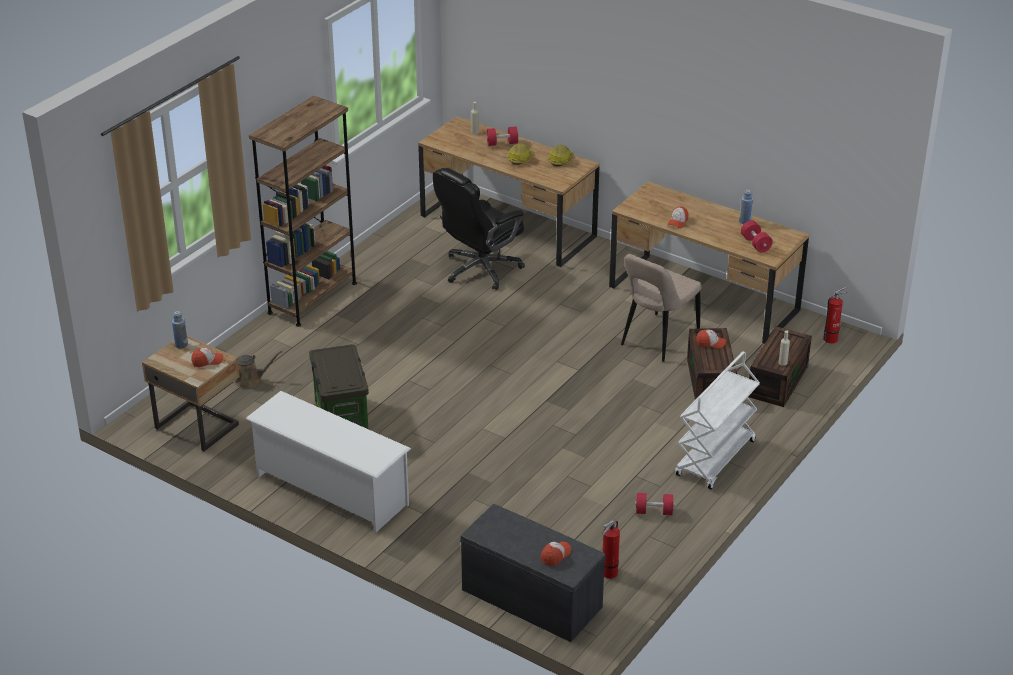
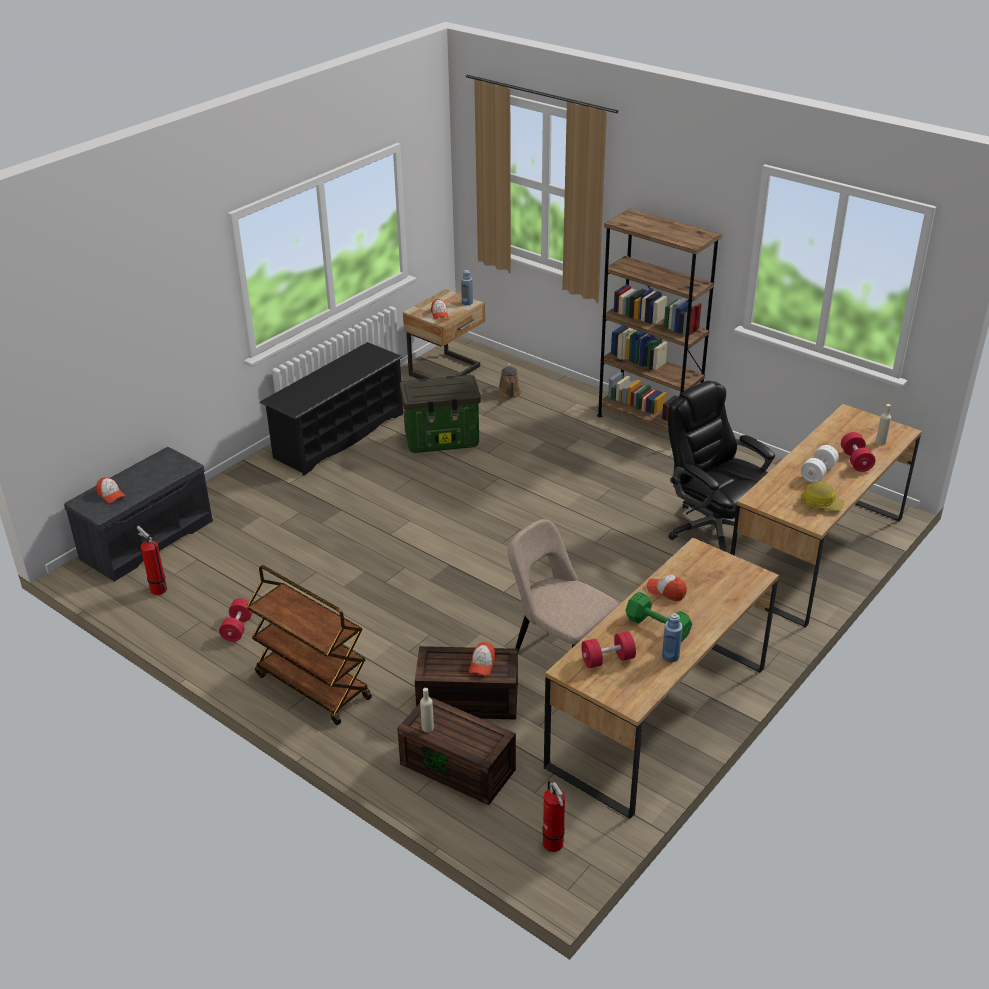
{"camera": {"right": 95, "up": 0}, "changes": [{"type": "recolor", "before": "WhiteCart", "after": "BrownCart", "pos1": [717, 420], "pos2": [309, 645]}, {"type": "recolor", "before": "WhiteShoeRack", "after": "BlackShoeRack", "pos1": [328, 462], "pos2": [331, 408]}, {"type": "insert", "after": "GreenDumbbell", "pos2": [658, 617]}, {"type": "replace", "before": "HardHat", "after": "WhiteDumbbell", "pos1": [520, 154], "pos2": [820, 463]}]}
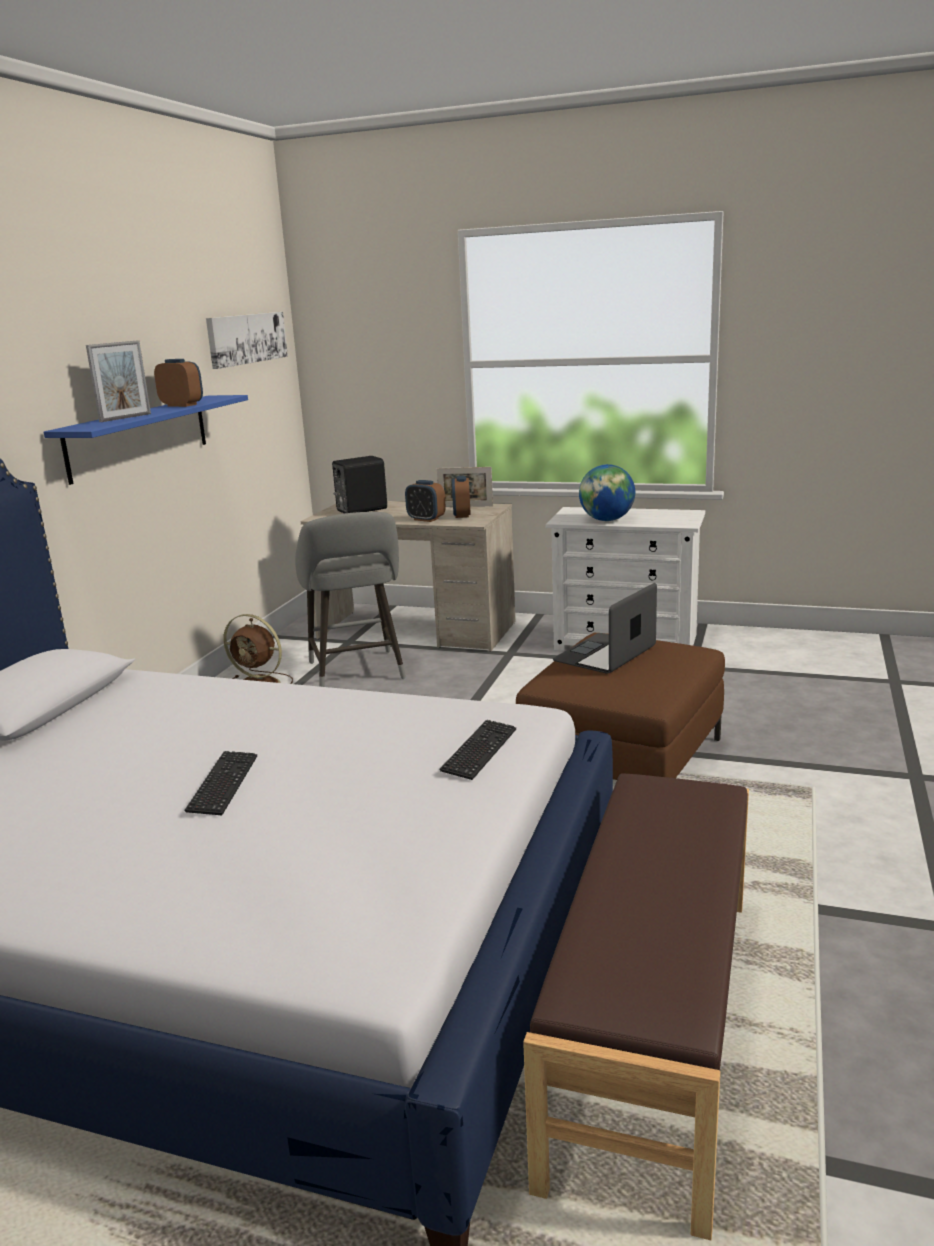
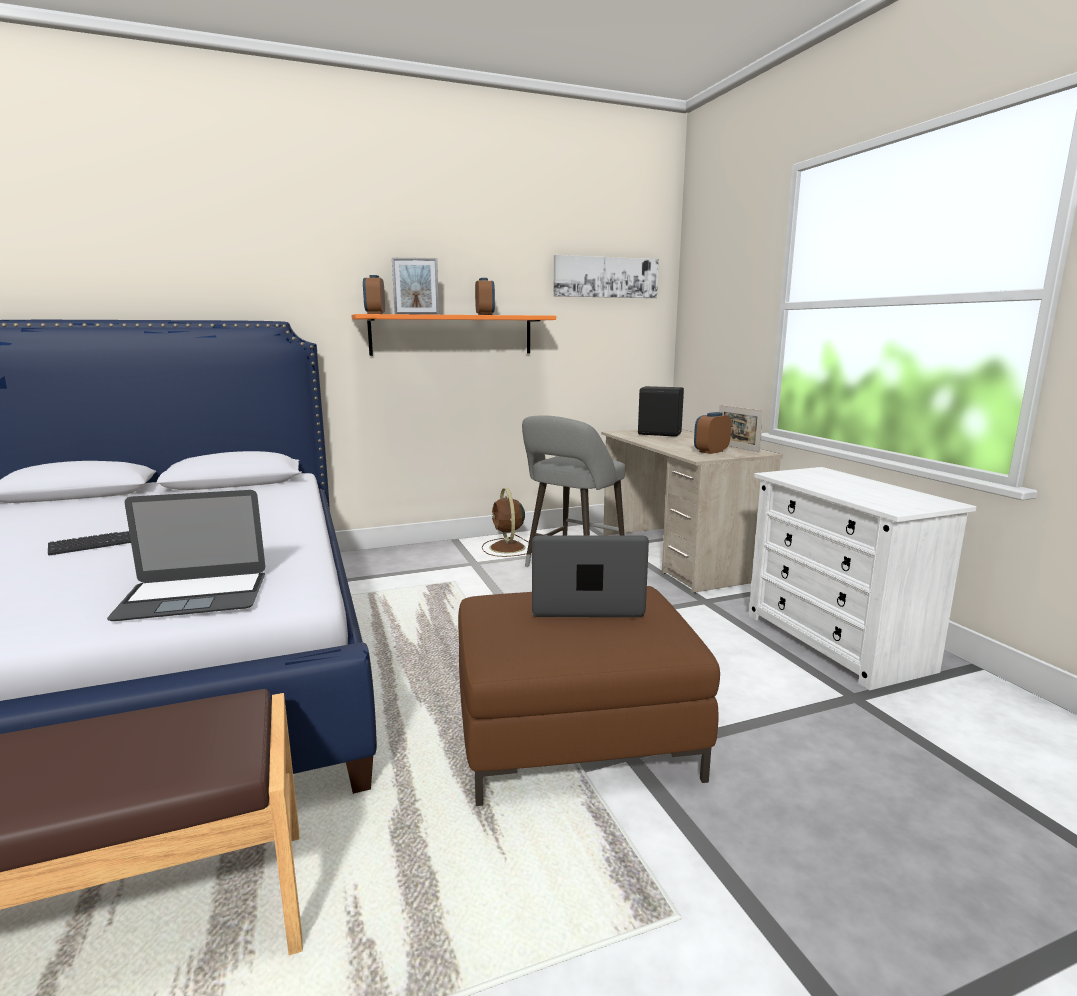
{"camera": {"right": 50, "up": -5}, "changes": [{"type": "replace", "before": "Keyboard", "after": "Laptop", "pos1": [477, 750], "pos2": [186, 555]}, {"type": "recolor", "before": "BlueShelf", "after": "OrangeShelf", "pos1": [146, 440], "pos2": [454, 335]}, {"type": "move", "before": "AlarmClock", "pos1": [425, 501], "pos2": [374, 294]}, {"type": "delete", "before": "Globe", "pos1": [607, 492]}]}
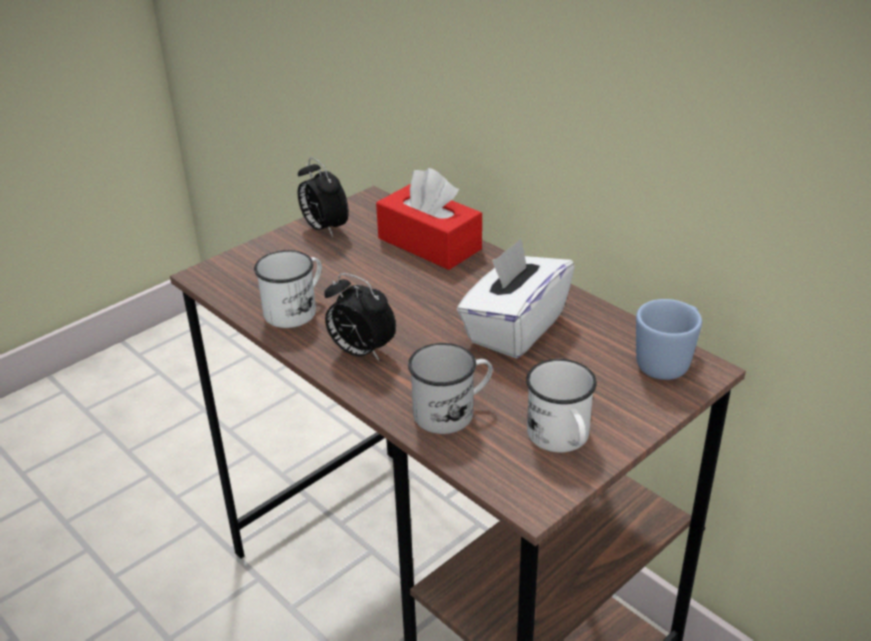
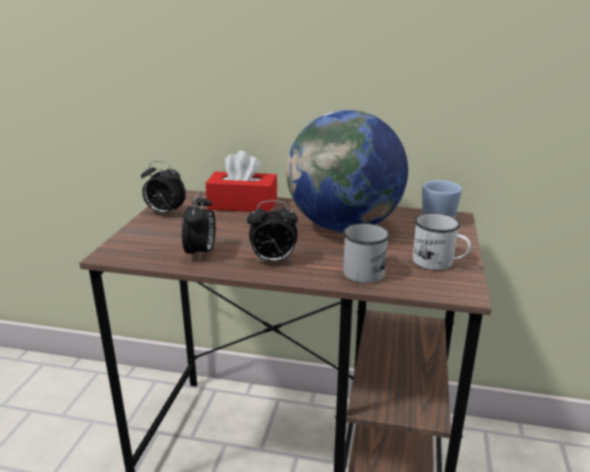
{"camera": {"right": -35, "up": -10}, "changes": [{"type": "replace", "before": "WhiteMug", "after": "AlarmClock", "pos1": [288, 289], "pos2": [199, 226]}, {"type": "replace", "before": "WhiteTissueBox", "after": "Globe", "pos1": [516, 298], "pos2": [347, 171]}]}
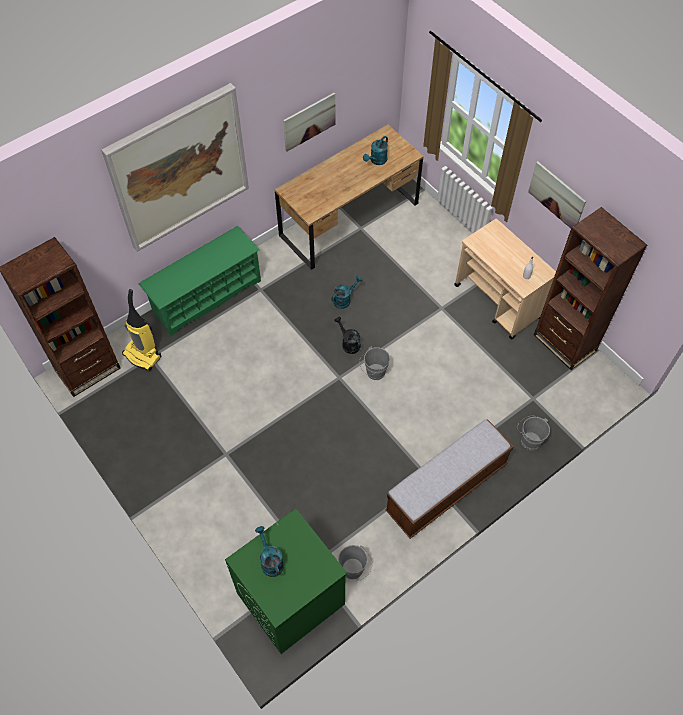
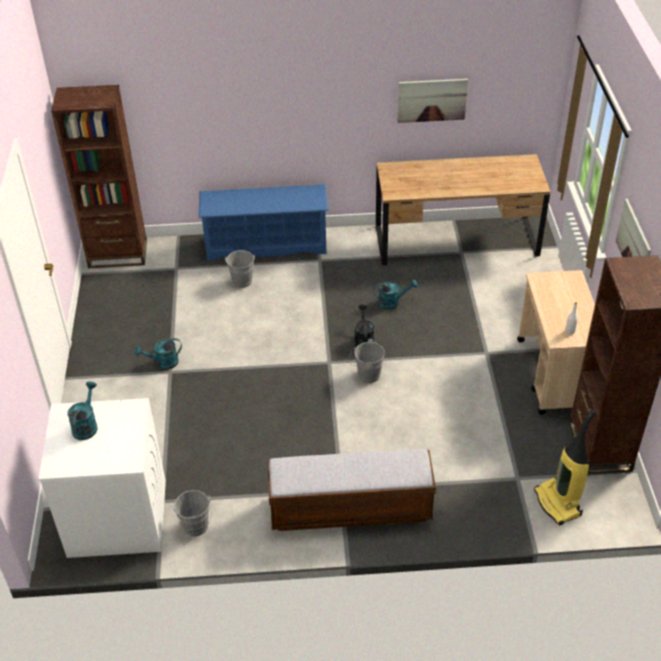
{"camera": {"right": 35, "up": -15}, "changes": [{"type": "recolor", "before": "GreenWashingMachine", "after": "WhiteWashingMachine", "pos1": [286, 581], "pos2": [102, 478]}, {"type": "move", "before": "TurquoiseWateringCan", "pos1": [375, 150], "pos2": [158, 353]}, {"type": "recolor", "before": "GreenShoeRack", "after": "BlueShoeRack", "pos1": [199, 281], "pos2": [263, 223]}, {"type": "move", "before": "GreyBucket", "pos1": [533, 433], "pos2": [240, 269]}, {"type": "move", "before": "VacuumCleaner", "pos1": [142, 330], "pos2": [565, 467]}, {"type": "delete", "before": "Picture", "pos1": [175, 167]}]}
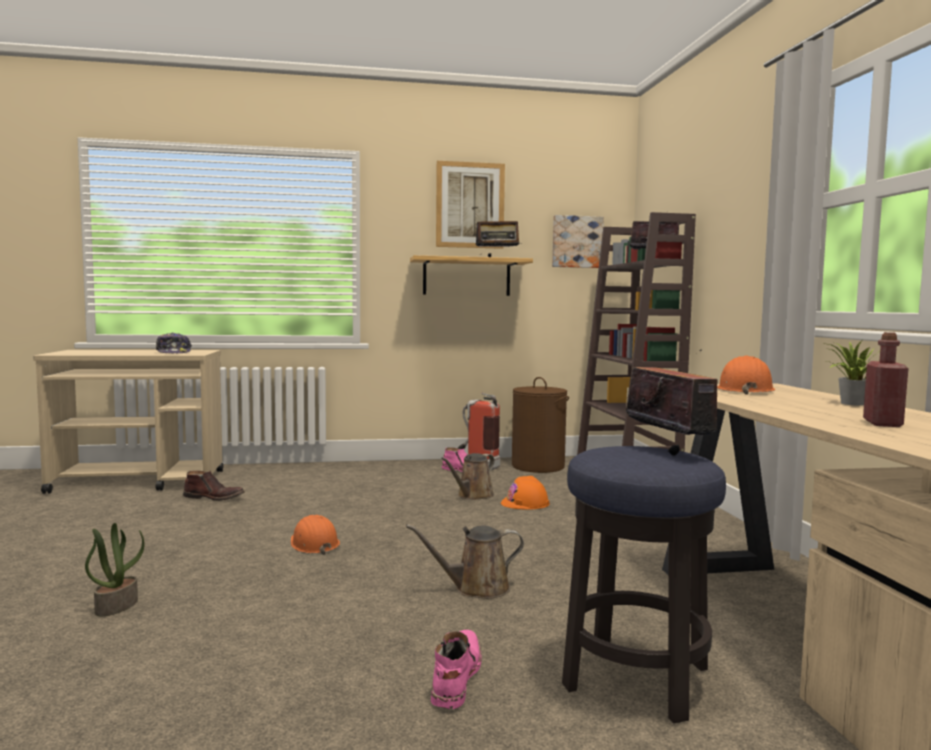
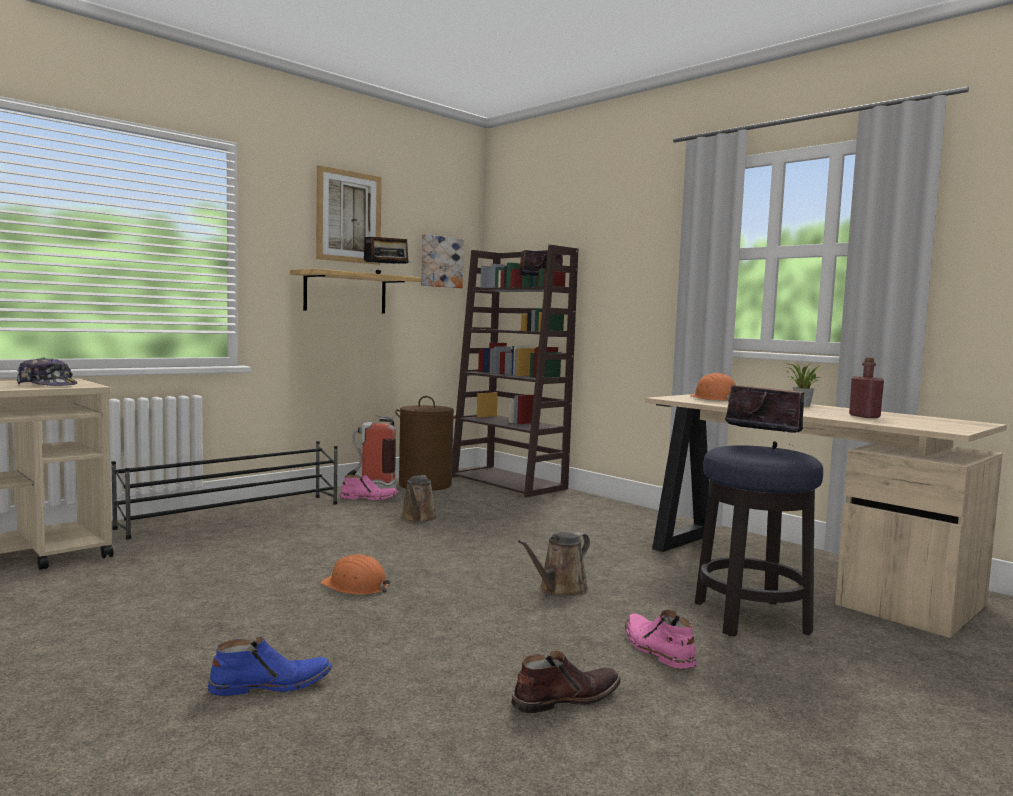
{"camera": {"right": -35, "up": 0}, "changes": [{"type": "insert", "after": "BlackShoeRack", "pos2": [224, 490]}, {"type": "replace", "before": "PottedPlant", "after": "BlueBoot", "pos1": [115, 570], "pos2": [270, 666]}, {"type": "move", "before": "BrownBoot", "pos1": [214, 485], "pos2": [566, 681]}, {"type": "delete", "before": "OrangeHardHat", "pos1": [525, 493]}]}
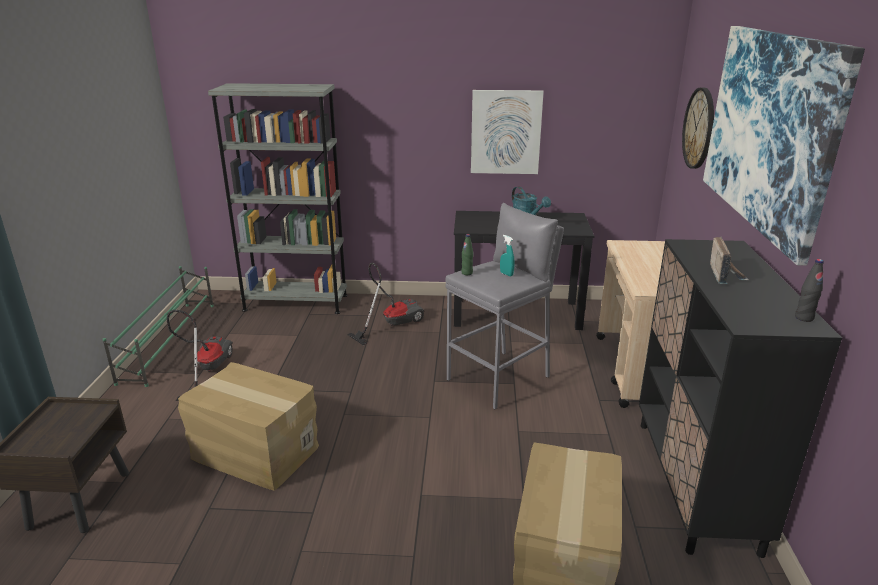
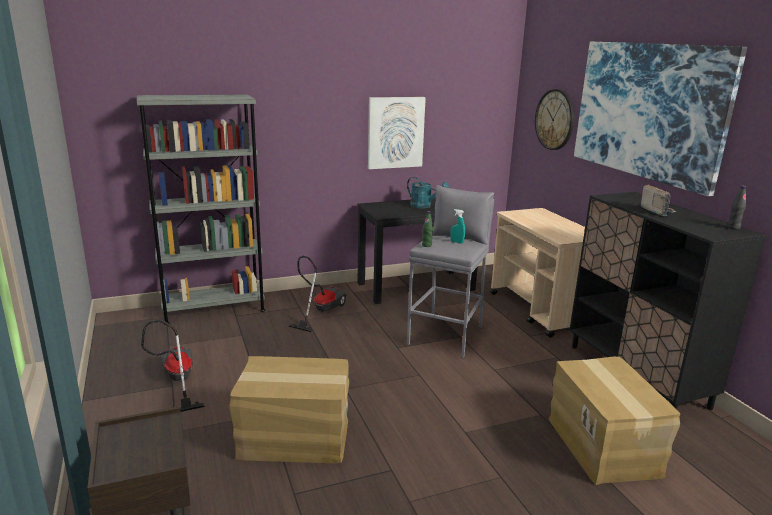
{"camera": {"right": -25, "up": -5}, "changes": [{"type": "delete", "before": "GreenShoeRack", "pos1": [158, 326]}]}
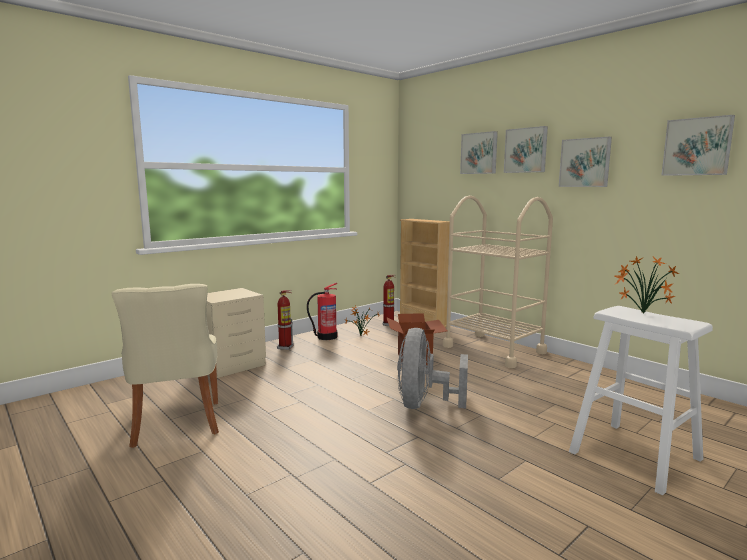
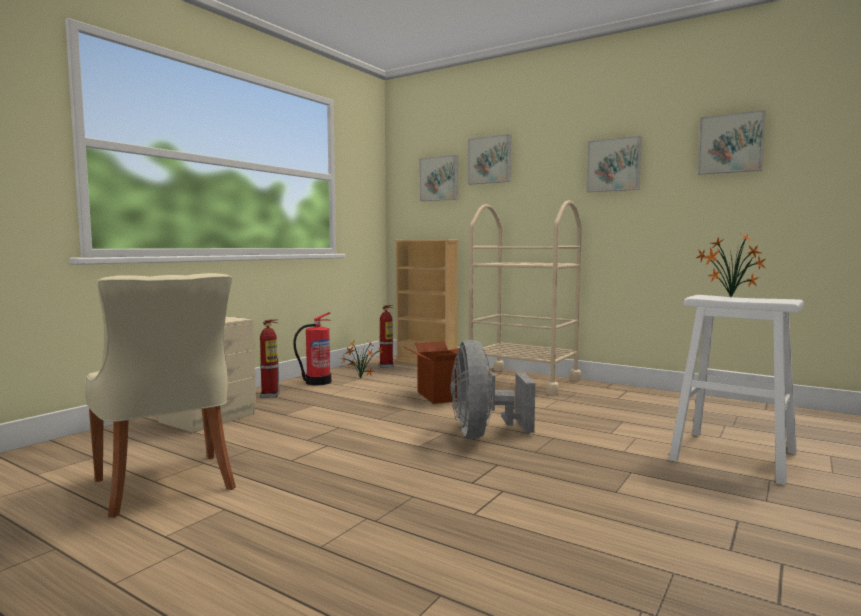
{"camera": {"right": -15, "up": -5}, "changes": [{"type": "move", "before": "Picture", "pos1": [526, 149], "pos2": [438, 178]}]}
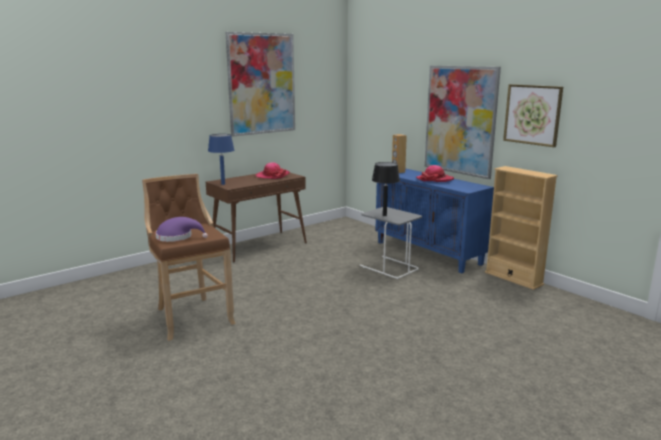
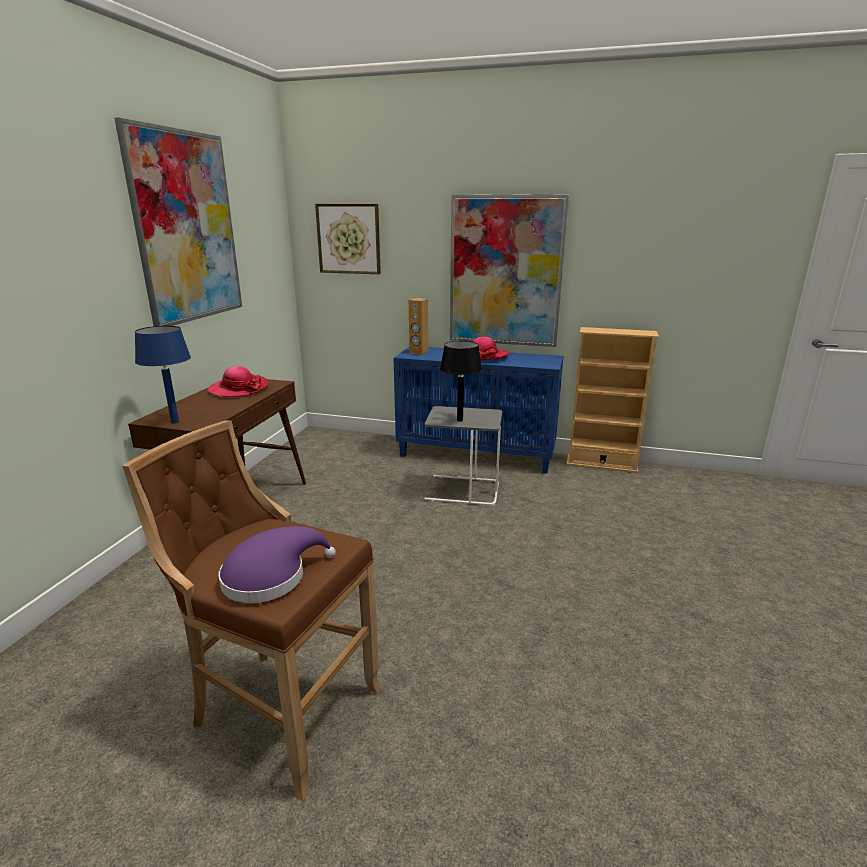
{"camera": {"right": -35, "up": 5}, "changes": [{"type": "move", "before": "Picture", "pos1": [533, 115], "pos2": [348, 239]}]}
